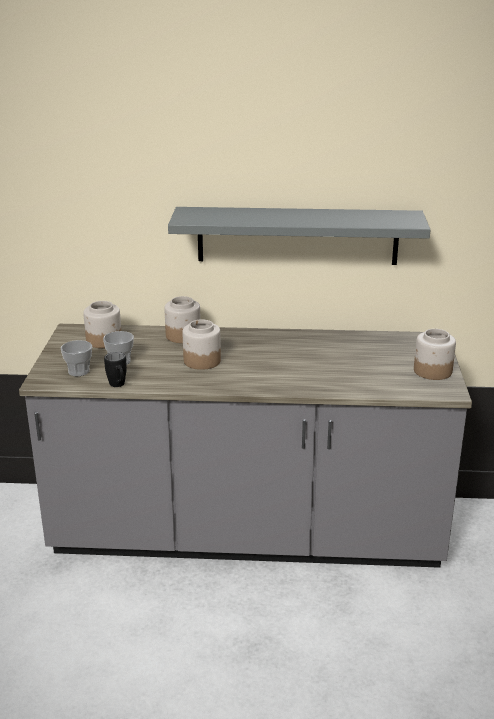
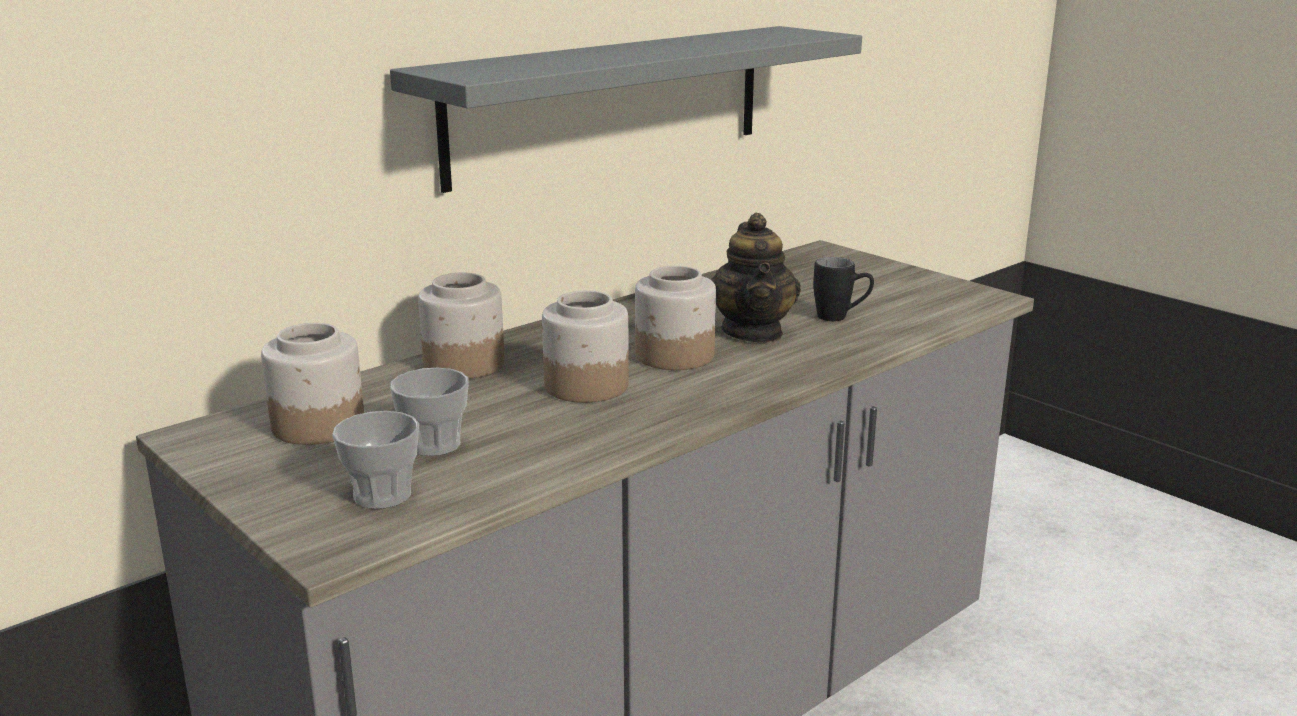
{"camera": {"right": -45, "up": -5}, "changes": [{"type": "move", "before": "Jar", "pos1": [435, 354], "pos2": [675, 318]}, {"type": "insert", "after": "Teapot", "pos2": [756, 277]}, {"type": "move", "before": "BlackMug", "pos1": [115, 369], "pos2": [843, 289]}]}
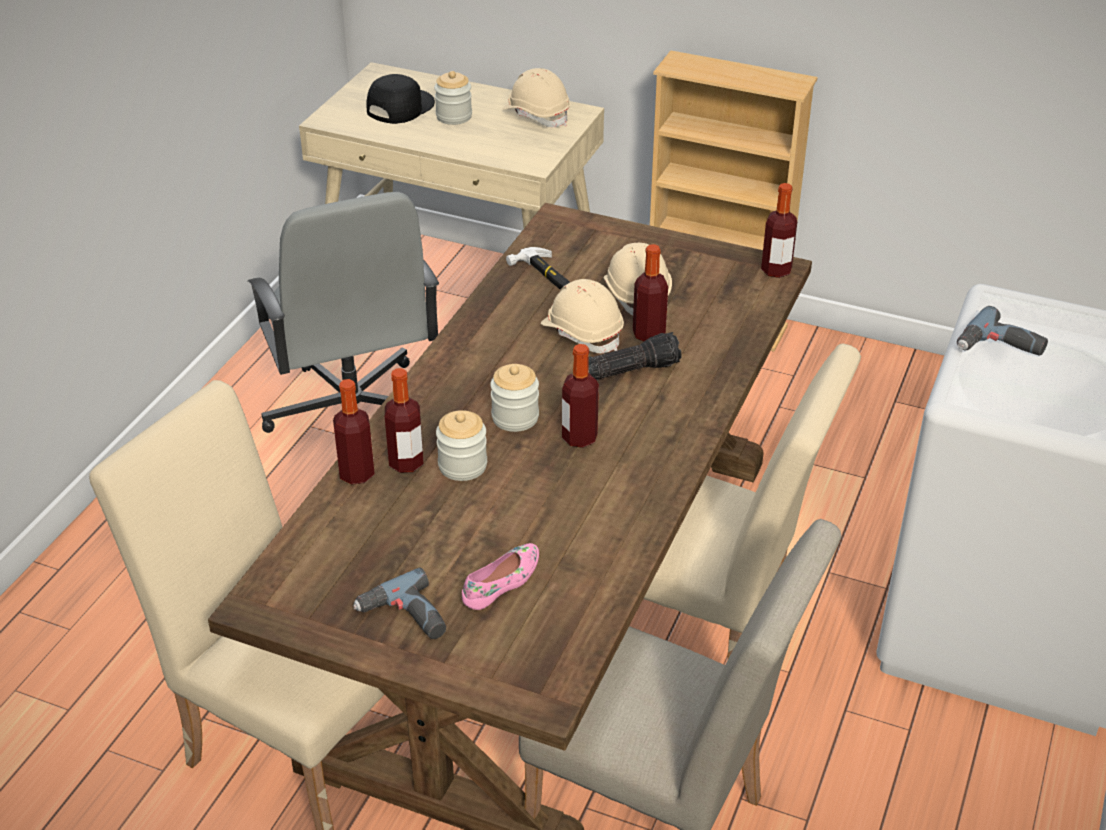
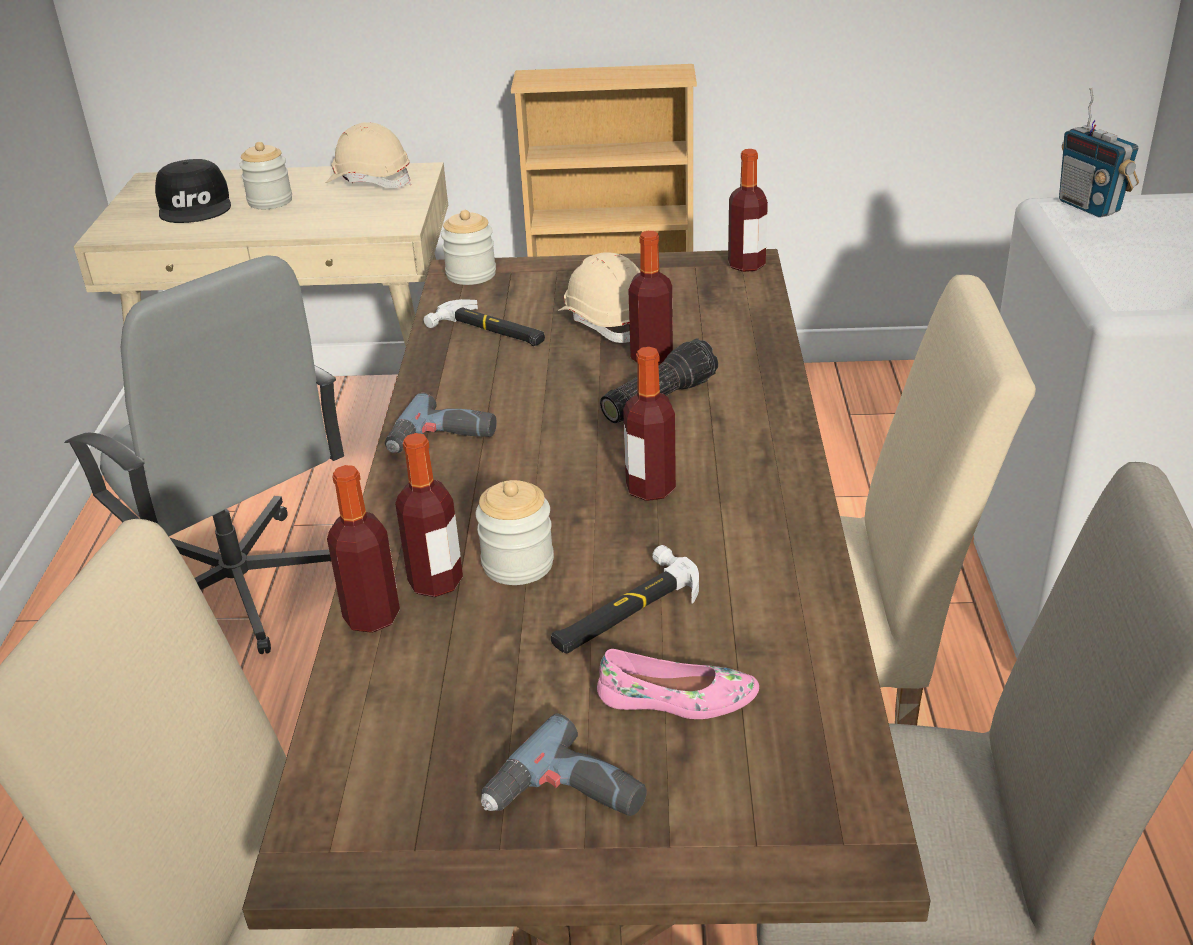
{"camera": {"right": -20, "up": -5}, "changes": [{"type": "rotate", "before": "BlackCap", "pos1": [400, 99], "pos2": [193, 191], "turn": 150}, {"type": "move", "before": "PowerDrill", "pos1": [1002, 331], "pos2": [441, 423]}, {"type": "move", "before": "Jar", "pos1": [514, 398], "pos2": [468, 247]}, {"type": "insert", "after": "Hammer", "pos2": [625, 599]}, {"type": "rotate", "before": "PinkShoe", "pos1": [500, 576], "pos2": [678, 684], "turn": 75}, {"type": "insert", "after": "Radio", "pos2": [1099, 152]}, {"type": "delete", "before": "BeigeHardHat", "pos1": [582, 316]}]}
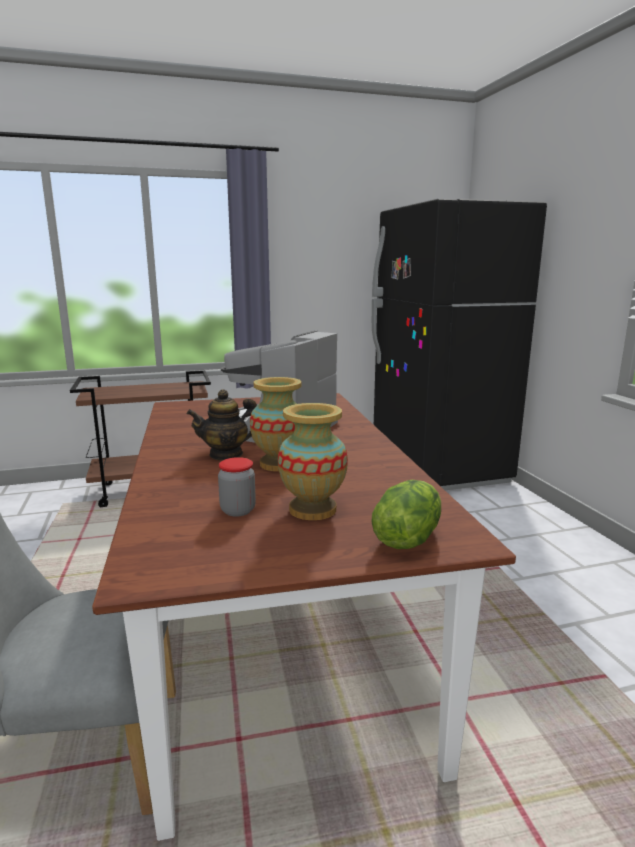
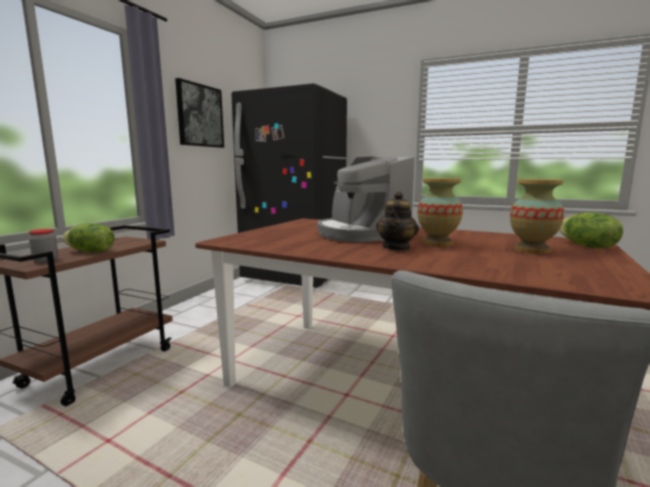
{"camera": {"right": -50, "up": -5}, "changes": [{"type": "move", "before": "Jar", "pos1": [237, 487], "pos2": [43, 246]}, {"type": "insert", "after": "Lettuce", "pos2": [89, 237]}, {"type": "insert", "after": "Picture", "pos2": [199, 113]}]}
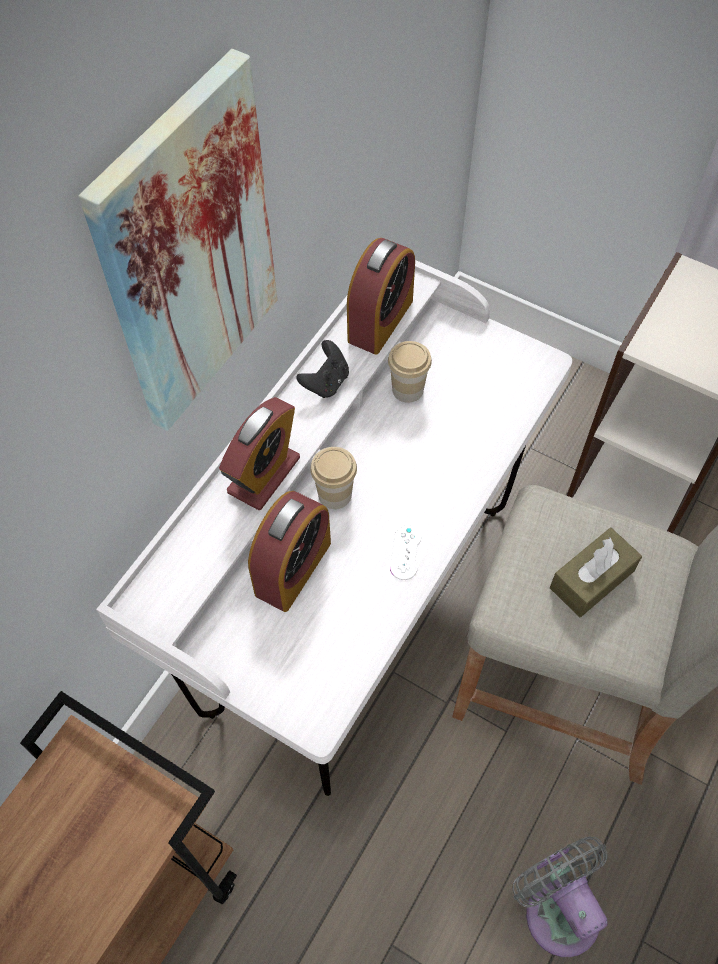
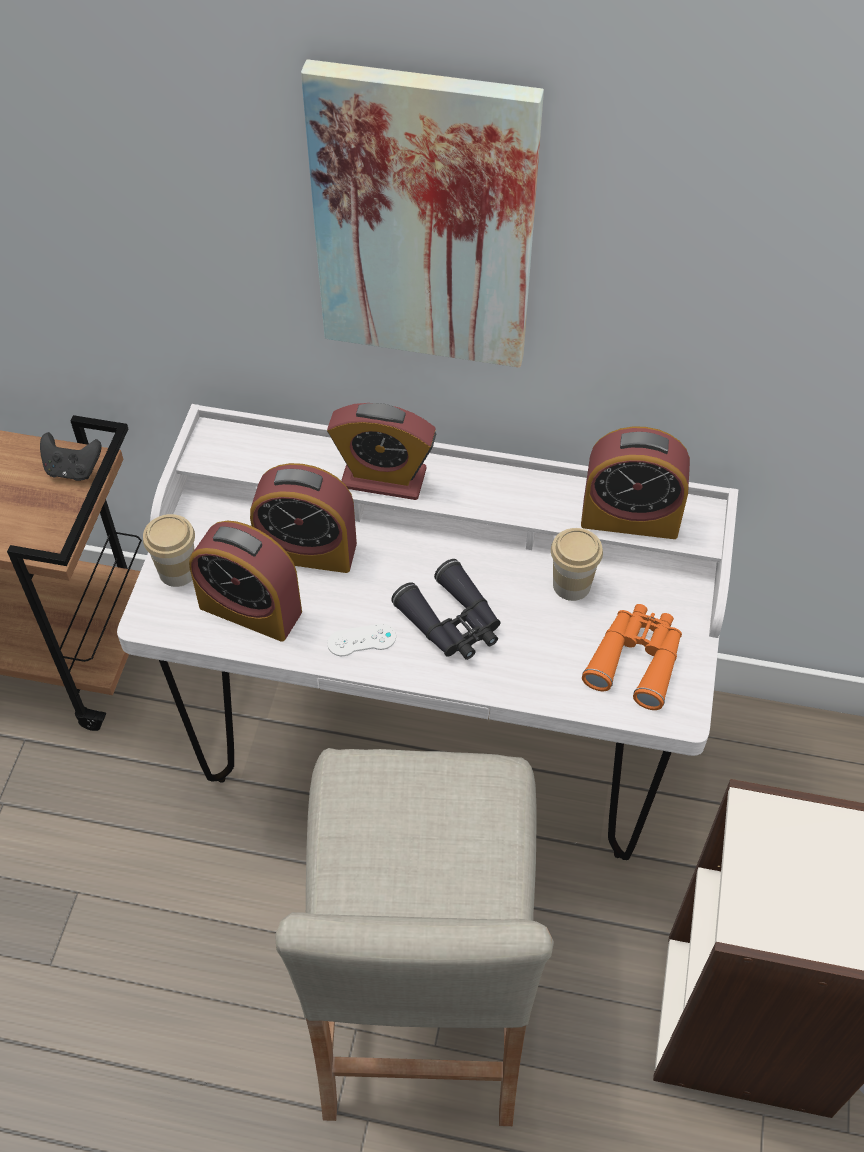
{"camera": {"right": 70, "up": -5}, "changes": [{"type": "move", "before": "BlackGameController", "pos1": [322, 369], "pos2": [71, 456]}, {"type": "move", "before": "Cup", "pos1": [333, 478], "pos2": [169, 550]}, {"type": "insert", "after": "AlarmClock", "pos2": [245, 581]}, {"type": "insert", "after": "BlackBinoculars", "pos2": [445, 609]}, {"type": "insert", "after": "OrangeBinoculars", "pos2": [632, 657]}, {"type": "delete", "before": "GreyFan", "pos1": [560, 897]}, {"type": "delete", "before": "BrownTissueBox", "pos1": [596, 572]}]}
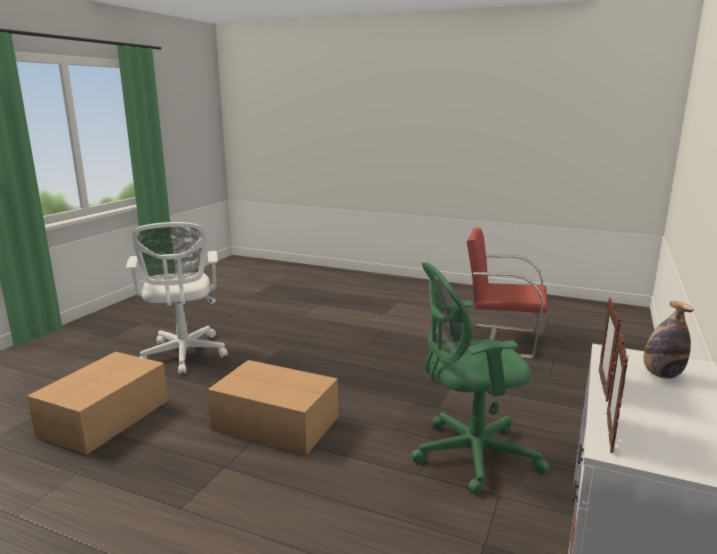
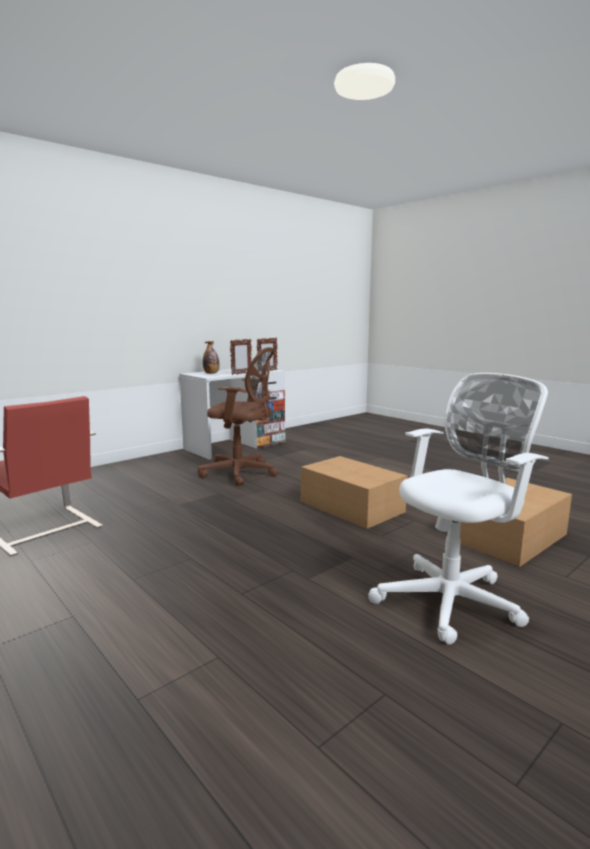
{"camera": {"right": -155, "up": -5}, "changes": [{"type": "recolor", "before": "GreenOfficeChair", "after": "BrownOfficeChair", "pos1": [480, 378], "pos2": [238, 416]}, {"type": "rotate", "before": "WhiteOfficeChair", "pos1": [177, 298], "pos2": [458, 509], "turn": 45}]}
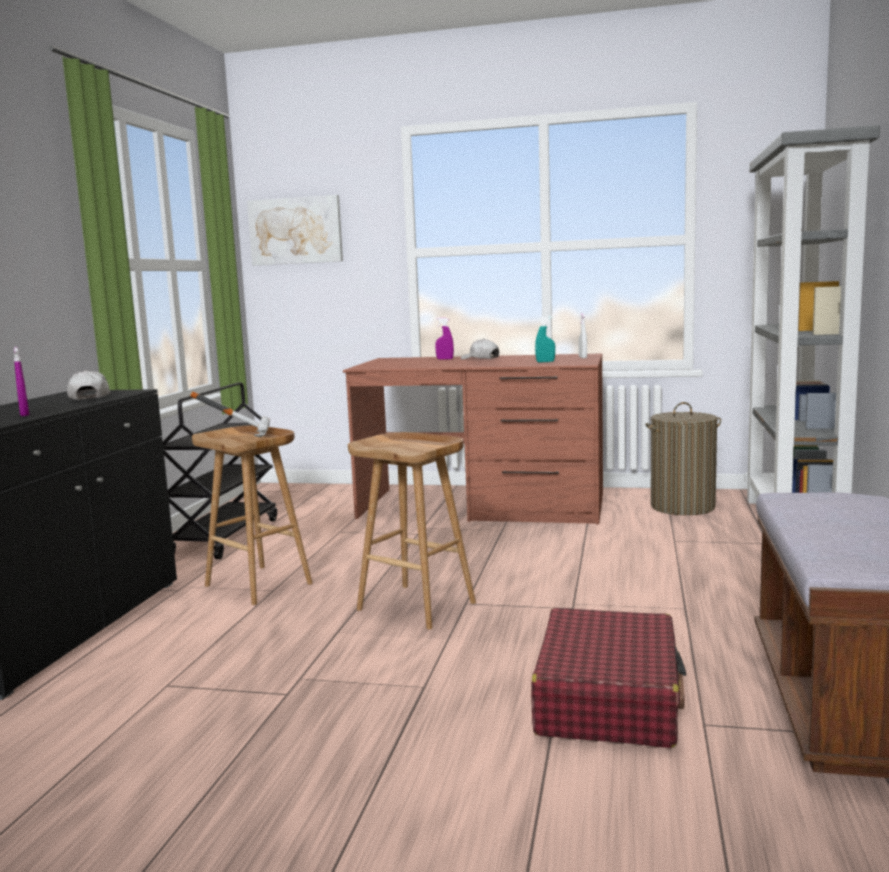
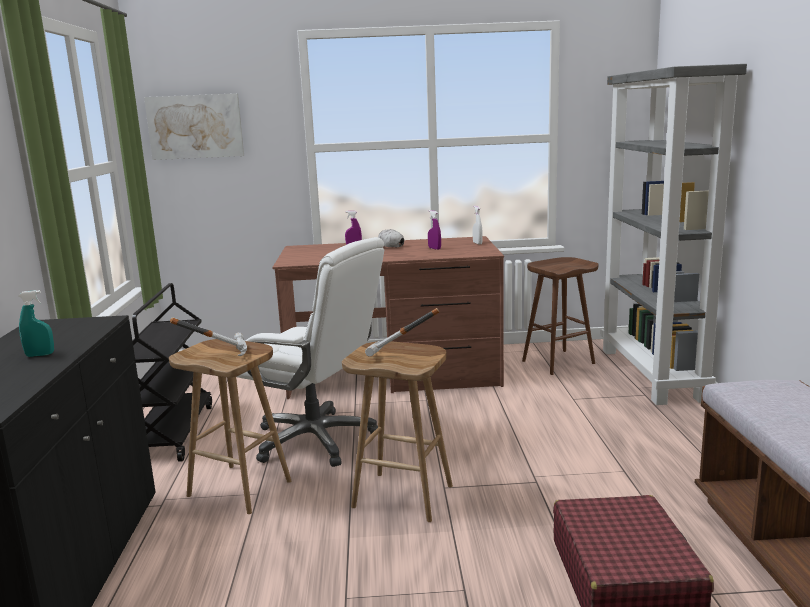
{"camera": {"right": -15, "up": 5}, "changes": [{"type": "move", "before": "TurquoiseSprayBottle", "pos1": [545, 340], "pos2": [36, 323]}, {"type": "insert", "after": "WhiteOfficeChair", "pos2": [310, 352]}, {"type": "insert", "after": "Hammer", "pos2": [402, 332]}, {"type": "move", "before": "PurpleSprayBottle", "pos1": [21, 381], "pos2": [434, 230]}, {"type": "replace", "before": "LaundryBasket", "after": "BrownStool", "pos1": [683, 458], "pos2": [560, 316]}, {"type": "delete", "before": "WhiteCap", "pos1": [88, 385]}]}
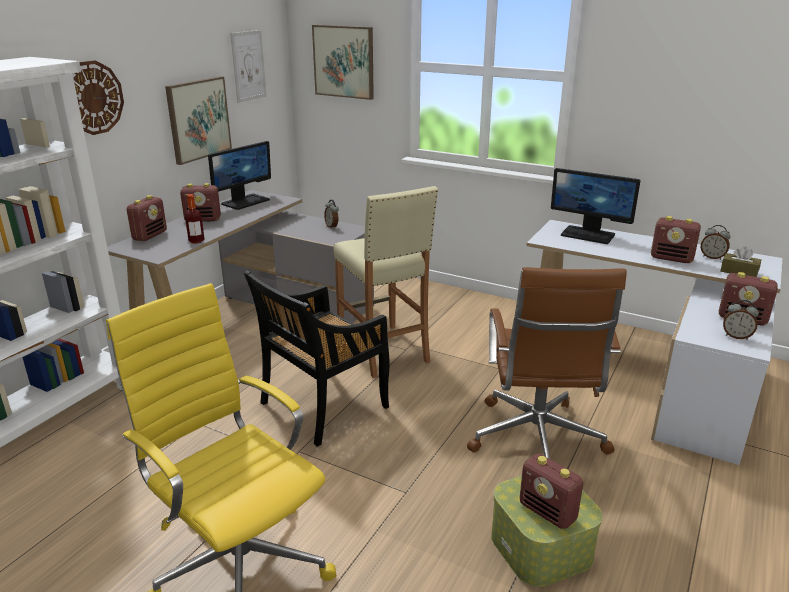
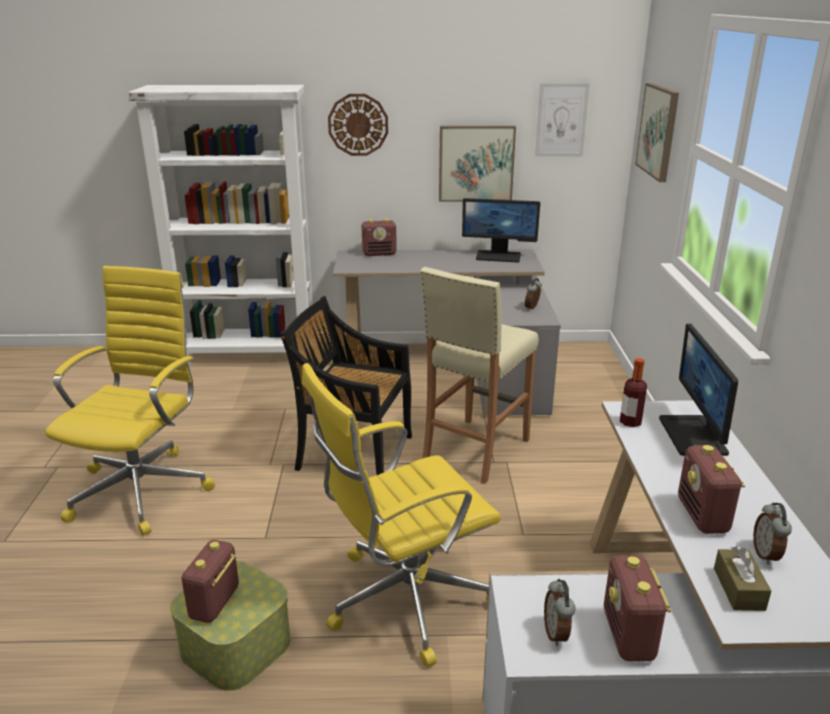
{"camera": {"right": 60, "up": 0}, "changes": [{"type": "recolor", "before": "BrownOfficeChair", "after": "YellowOfficeChair", "pos1": [547, 363], "pos2": [401, 515]}, {"type": "move", "before": "Bottle", "pos1": [194, 218], "pos2": [633, 392]}, {"type": "delete", "before": "Radio", "pos1": [200, 202]}]}
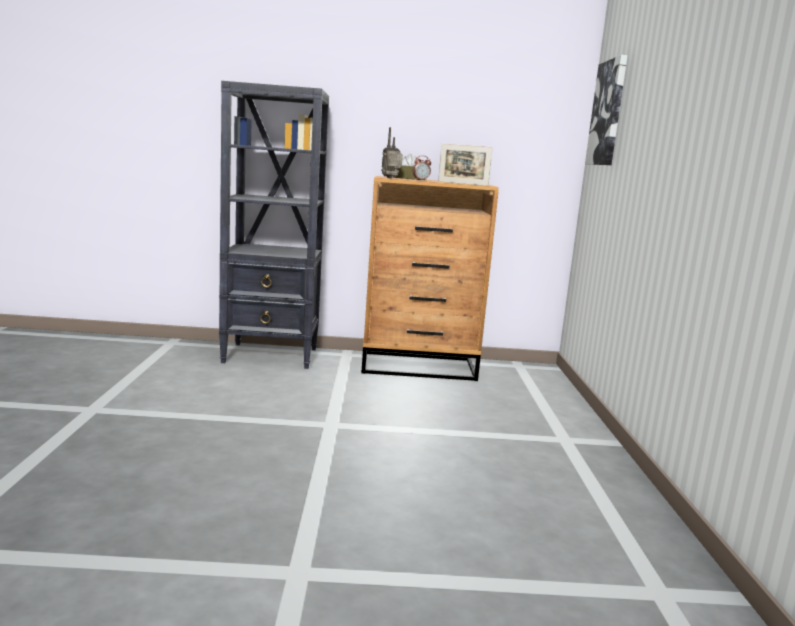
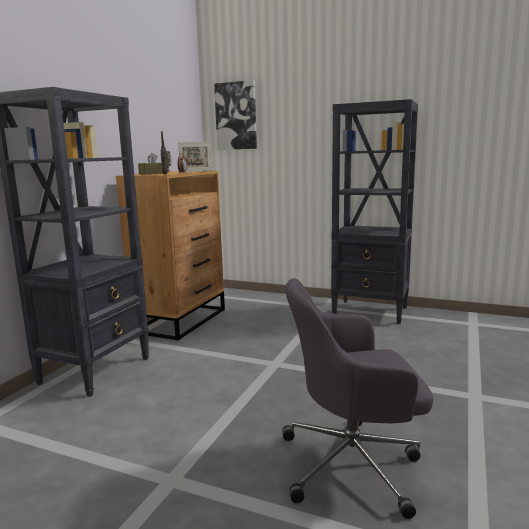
{"camera": {"right": -65, "up": 0}, "changes": [{"type": "insert", "after": "GreyOfficeChair", "pos2": [357, 398]}, {"type": "insert", "after": "BlackBookcase", "pos2": [374, 211]}]}
